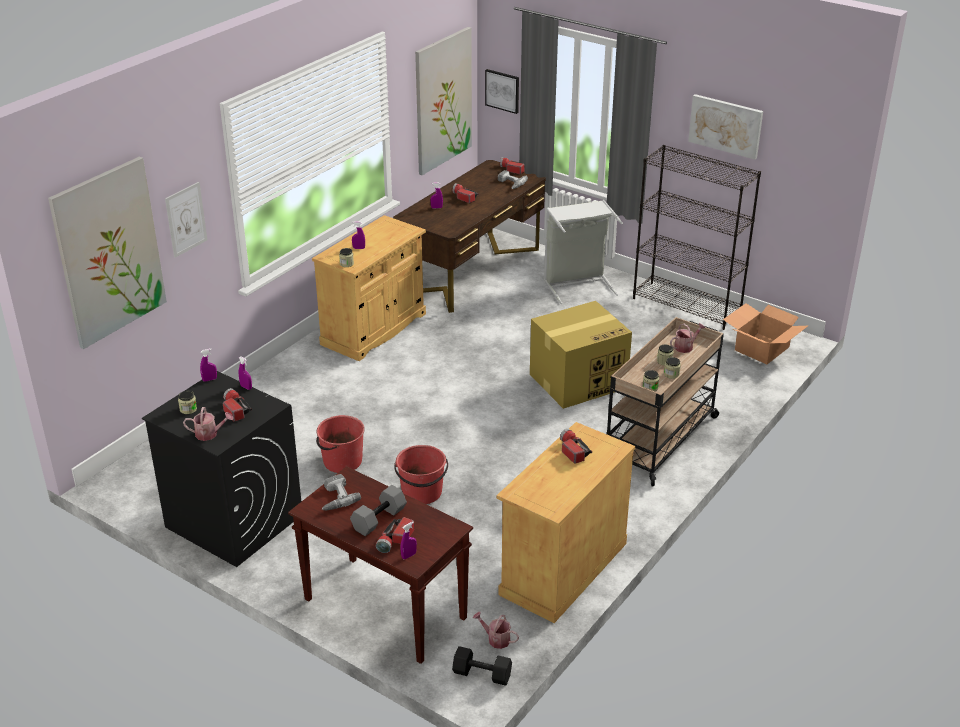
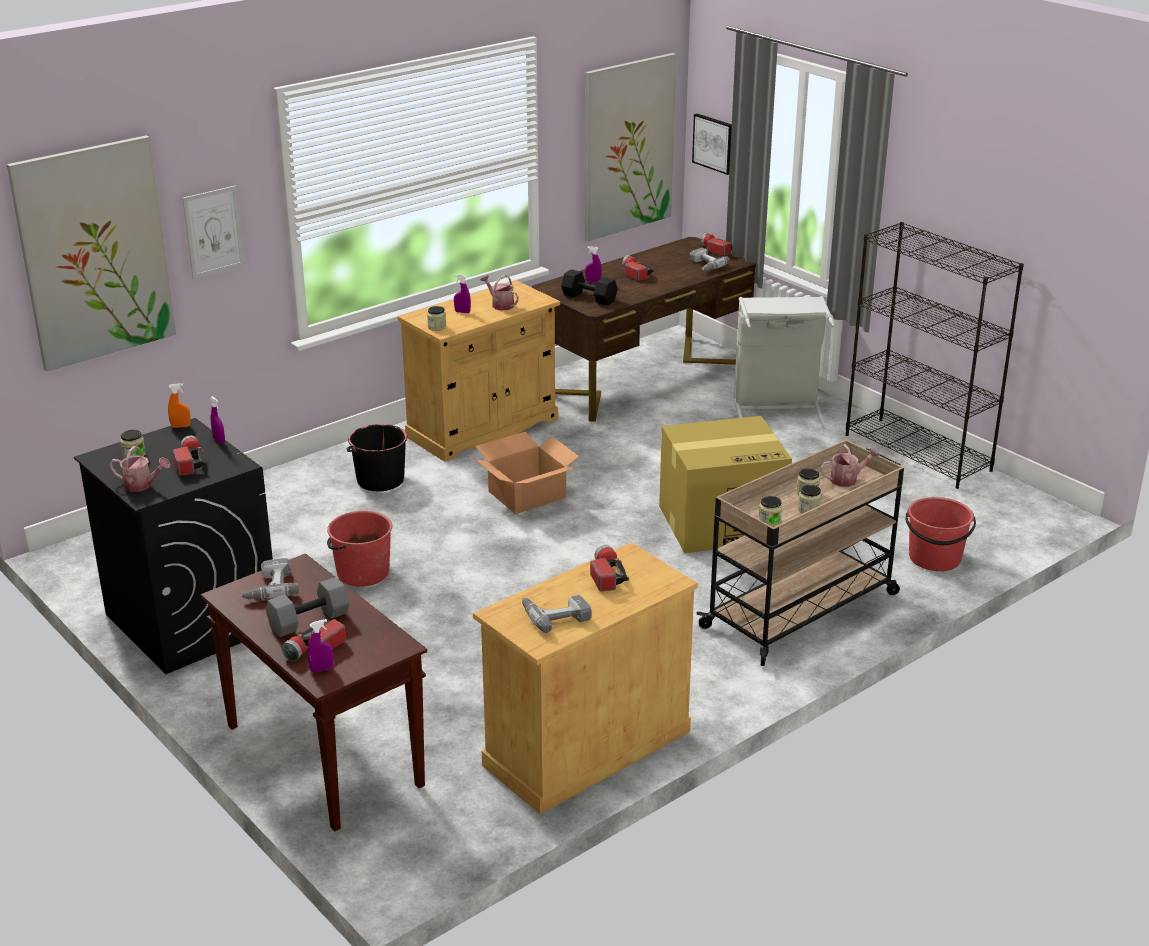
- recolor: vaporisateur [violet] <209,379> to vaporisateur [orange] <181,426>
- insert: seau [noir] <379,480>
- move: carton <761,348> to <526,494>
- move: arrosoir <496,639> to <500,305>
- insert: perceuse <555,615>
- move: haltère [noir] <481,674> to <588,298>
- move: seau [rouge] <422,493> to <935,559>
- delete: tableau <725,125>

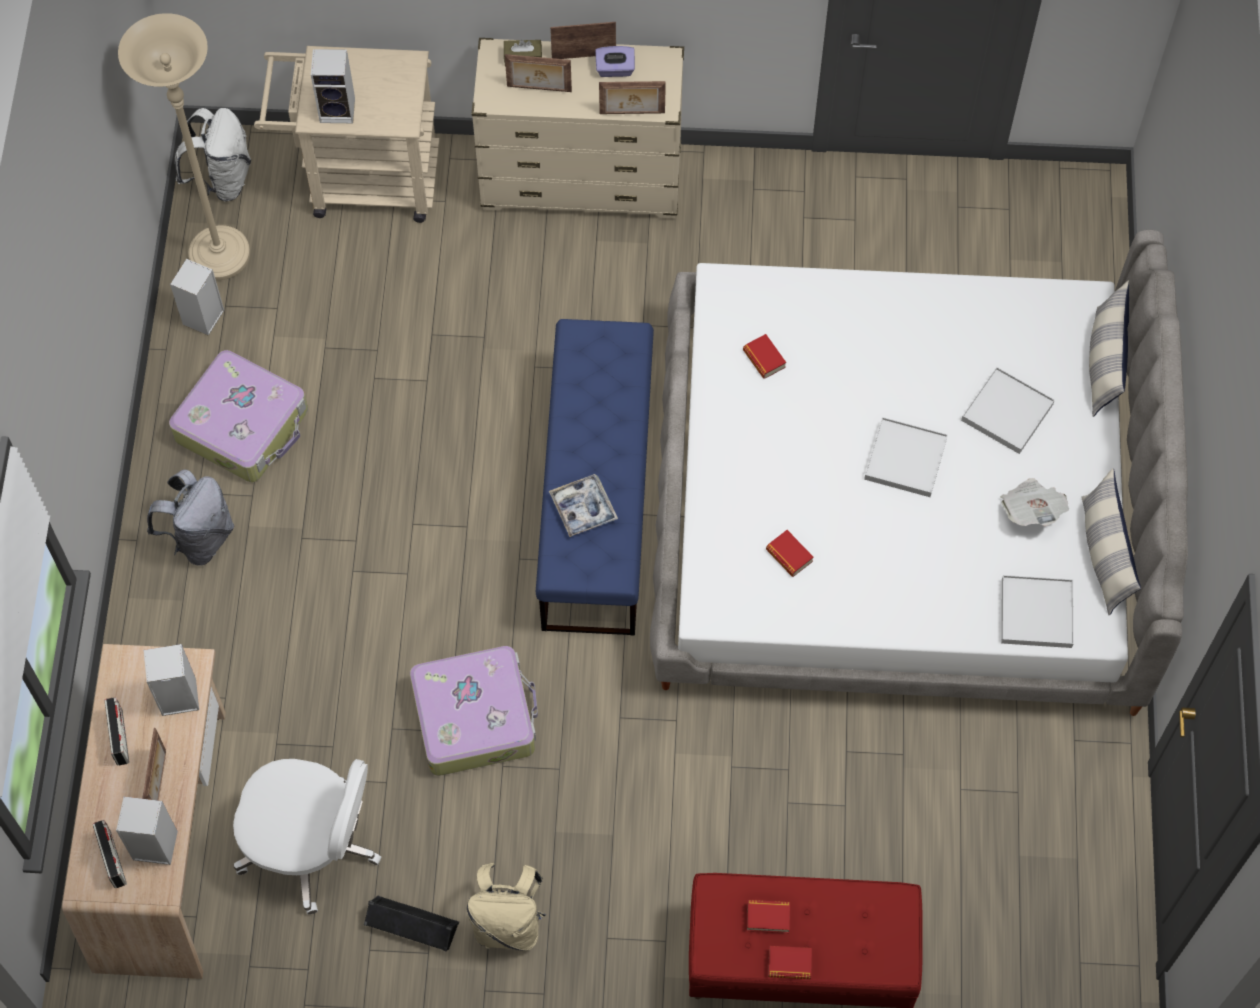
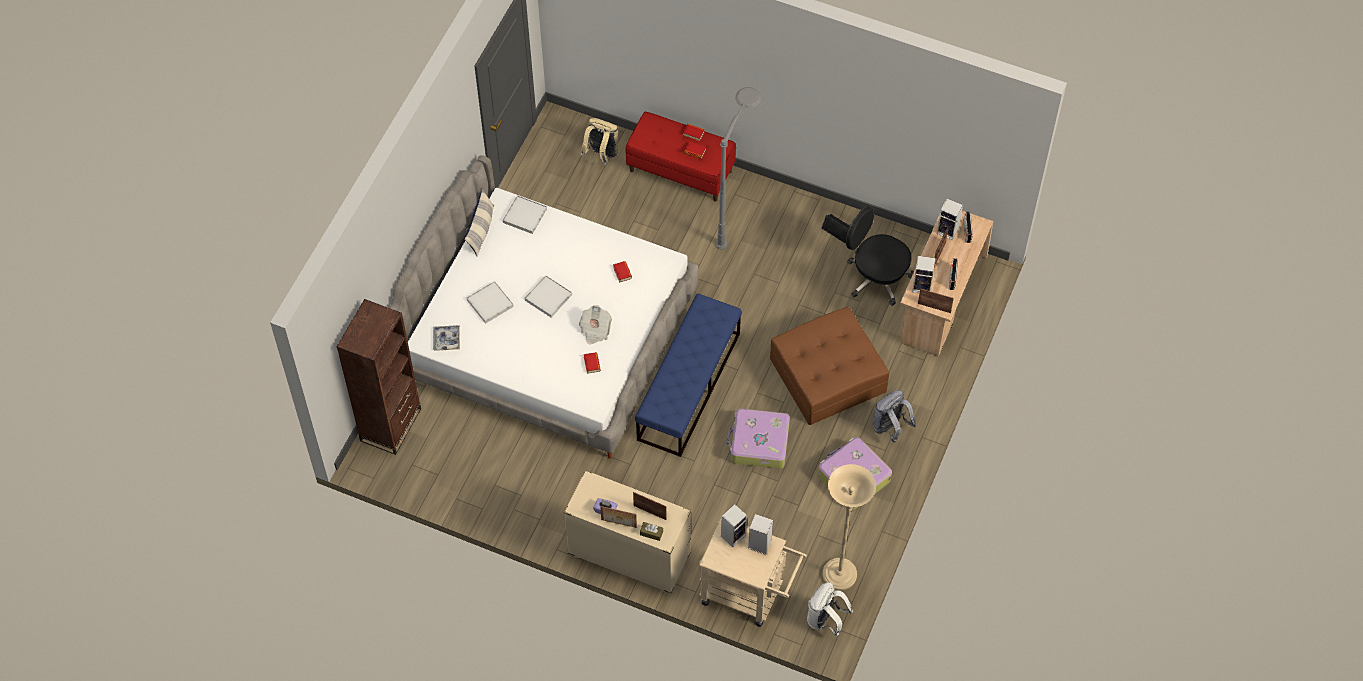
- insert: bibliothèque [marron] <391,425>
- move: plateau <583,508> to <446,340>
- move: journal <1031,510> to <595,330>
- move: sac à dos [beige] <508,923> to <601,154>
- insert: lampadaire [gris] <737,216>
- move: enceinte <203,319> to <733,535>
- move: valise <475,716> to <758,443>
- insert: pouf [marron] <827,374>
- recolor: chaise de bureau [blanc] <311,845> to chaise de bureau [noir] <876,277>
- move: cadre photo <632,114> to <934,307>
- delete: coussin <1104,362>

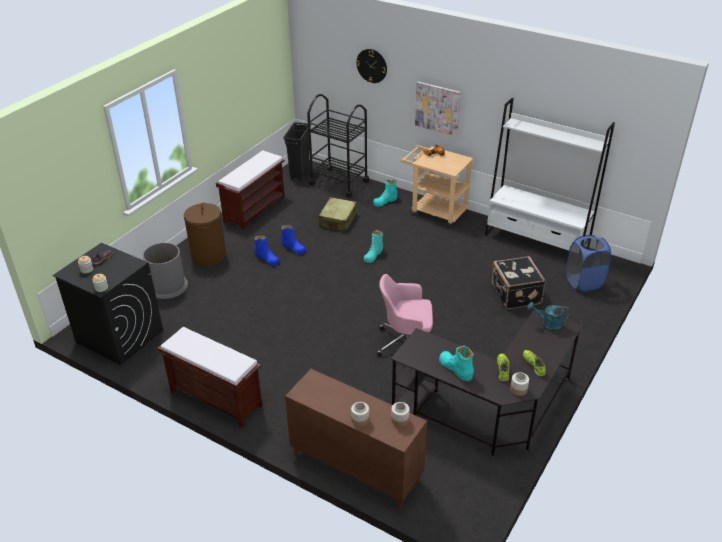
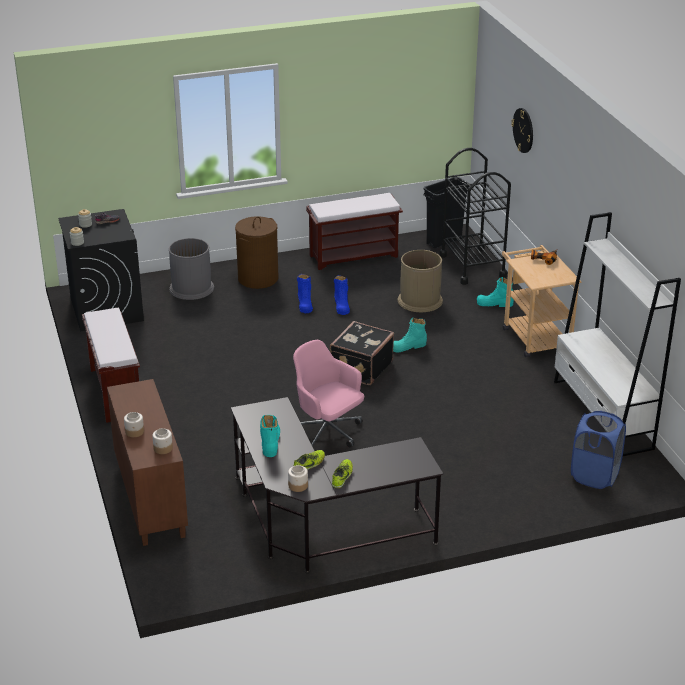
- move: valise [noir] <515,294> to <360,368>
- replace: valise [beige] <338,220> to poubelle [marron] <420,300>
- delete: tableau <437,108>
- delete: arrosoir [turquoise] <548,325>

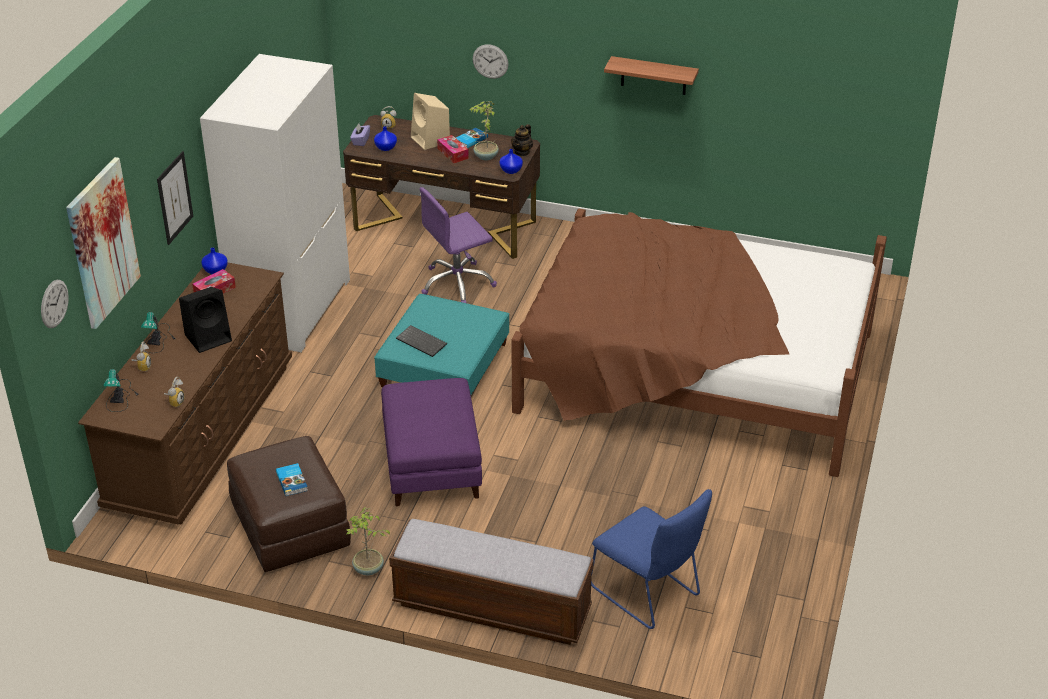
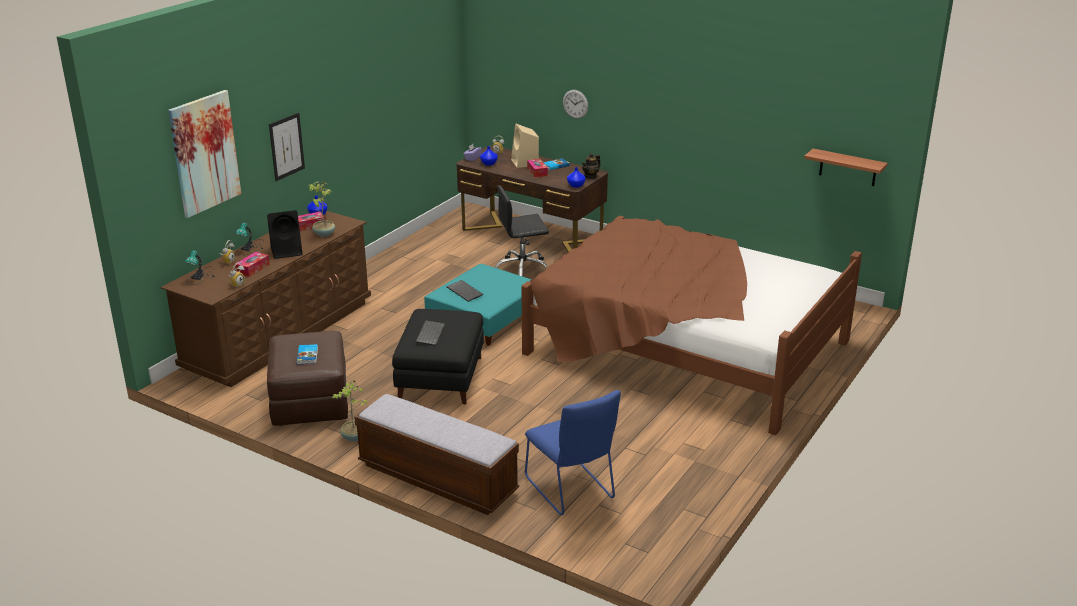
- insert: boîte à mouchoirs <253,269>
- move: plante en pot <485,157> to <323,234>
- recolor: pouf [violet] <431,465> to pouf [noir] <440,378>
- insert: clavier <429,334>
- recolor: chaise de bureau [violet] <457,283> to chaise de bureau [noir] <522,270>
- move: étagère <653,76> to <848,167>
- delete: horloge murale <54,303>
- delete: armoire [blanc] <291,308>

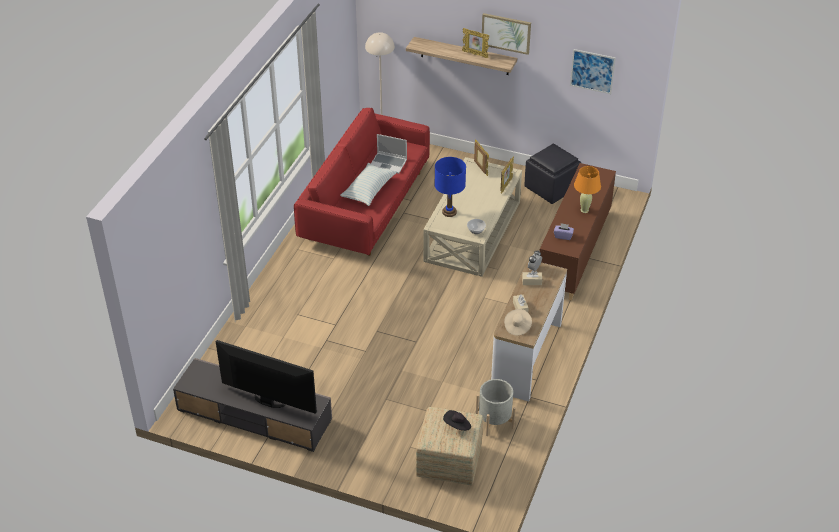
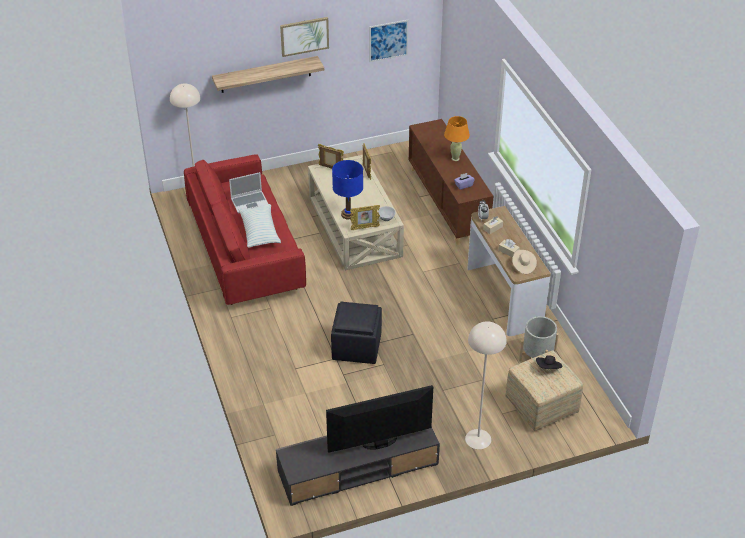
- move: pouf [noir] <551,188> to <357,348>
- move: cadre photo <475,54> to <365,228>
- insert: lampadaire [beige] <478,439>

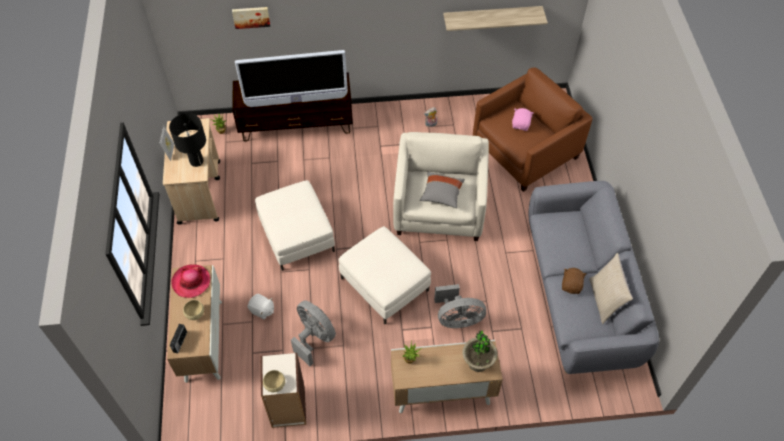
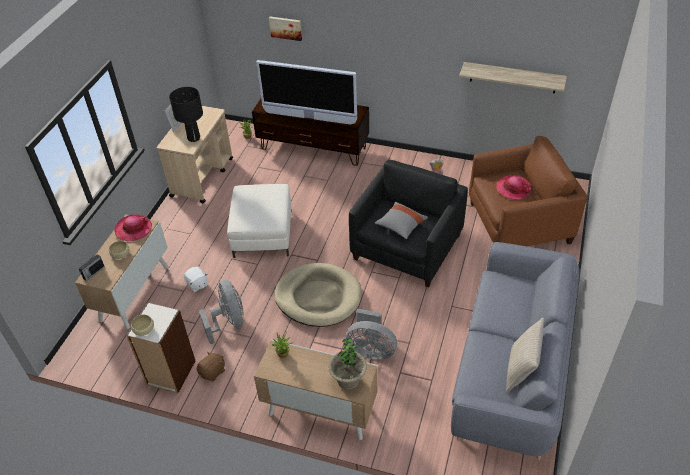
- move: peluche [marron] <571,285> to <213,372>
- replace: pouf [blanc] <384,284> to panier pour chien [beige] <318,297>
- recolor: fauteuil [beige] <439,207> to fauteuil [noir] <406,247>
- replace: peluche [rose] <521,125> to chapeau <513,188>

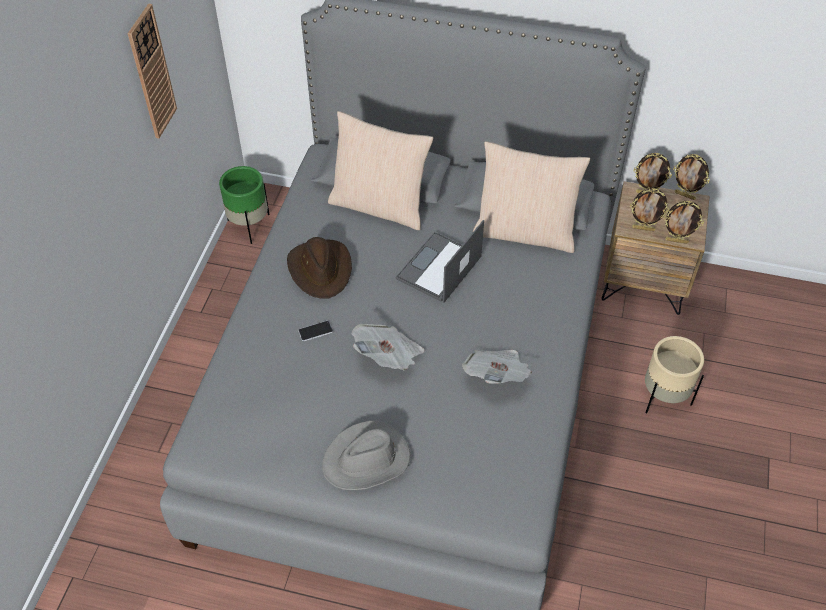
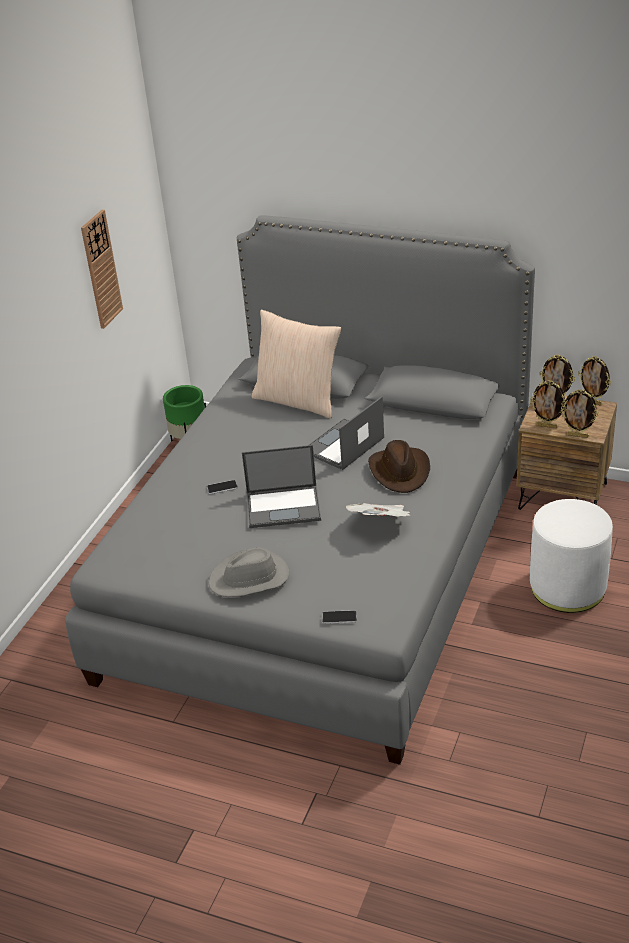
- replace: journal <389,357> to ordinateur portable <284,506>
- insert: téléphone <339,618>
- move: chapeau [marron] <321,269> to <400,471>
- replace: cache-pot [beige] <664,397> to pouf [blanc] <567,587>
- delete: coussin [beige] <525,232>

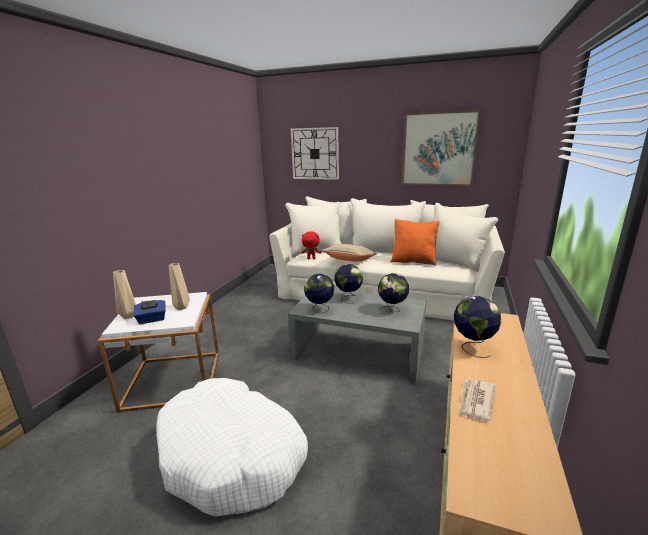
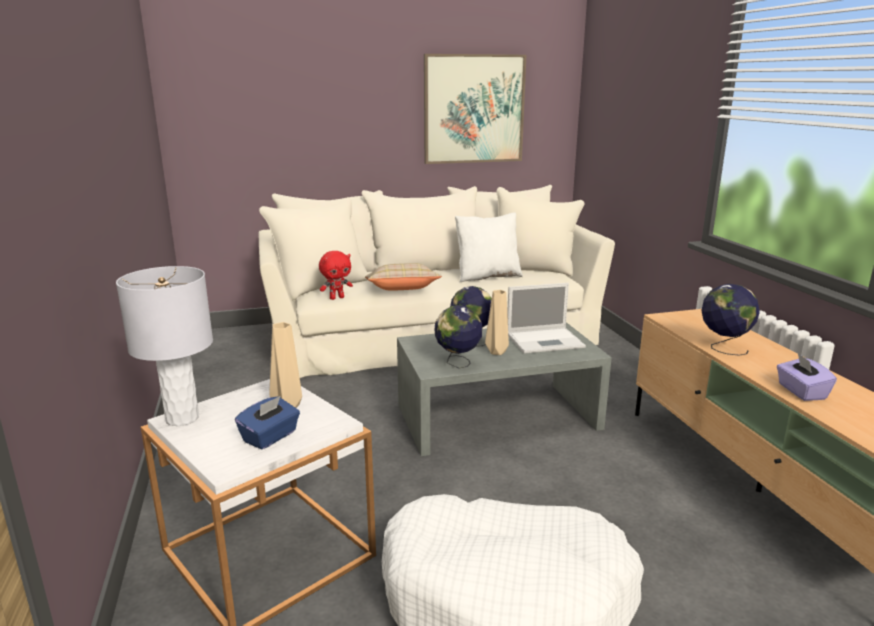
- insert: lampe de table [gris] <182,418>
- recolor: coussin [orange] <413,261> to coussin [blanc] <487,276>
- move: vase [beige] <129,316> to <496,352>
- replace: globe <392,310> to ordinateur portable <546,340>
- replace: journal <476,401> to boîte à mouchoirs [violet] <801,392>
- delete: horloge murale <315,153>

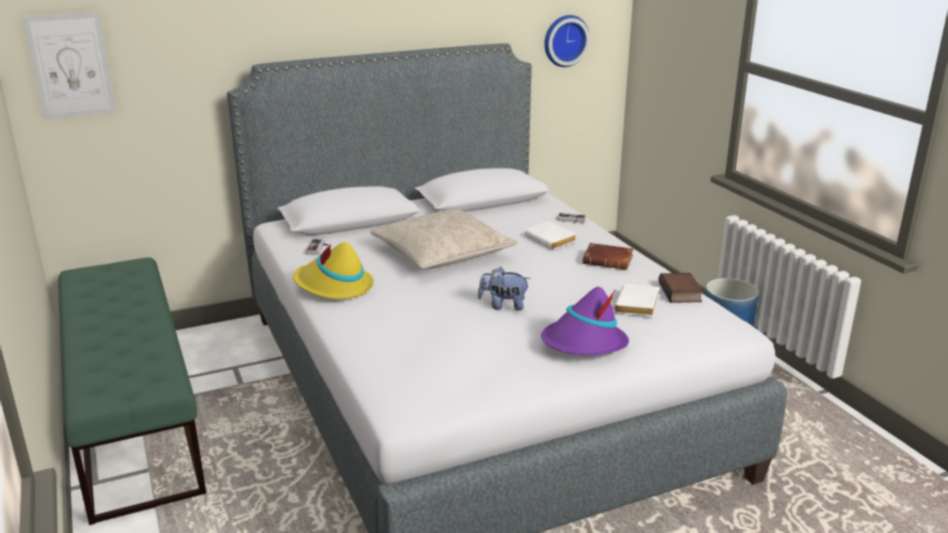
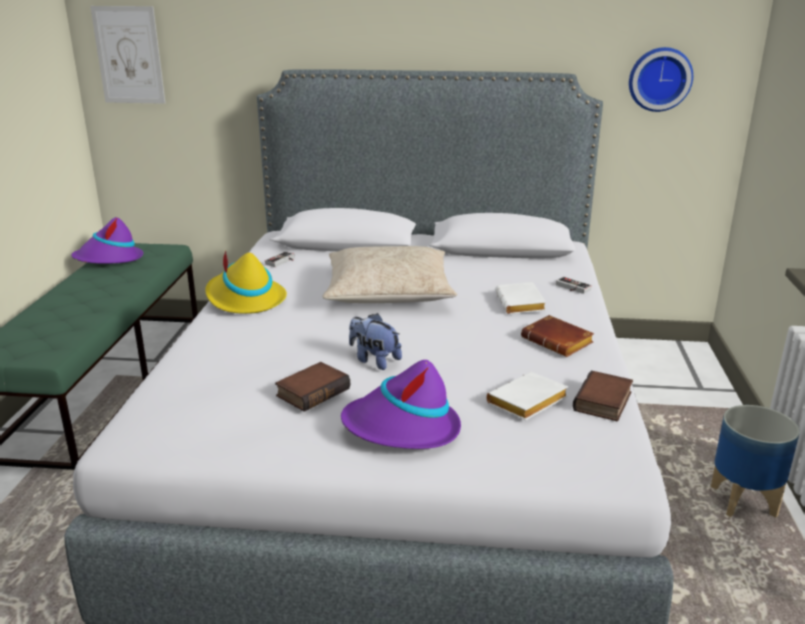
- insert: chapeau [violet] <109,260>
- insert: livre <312,391>

